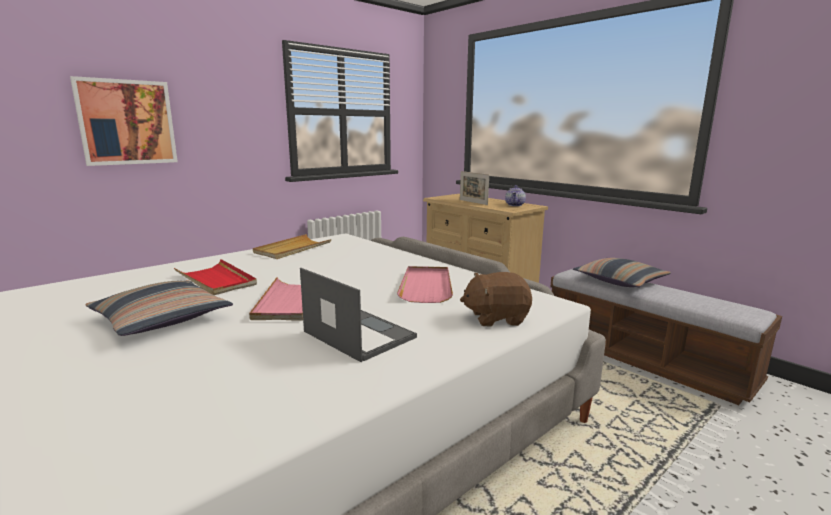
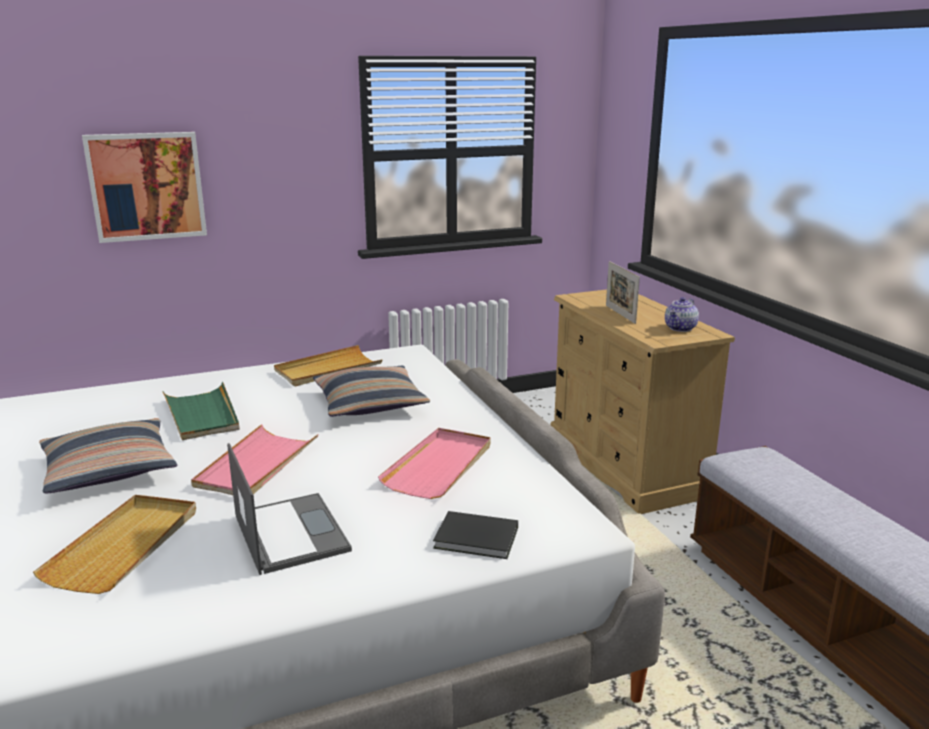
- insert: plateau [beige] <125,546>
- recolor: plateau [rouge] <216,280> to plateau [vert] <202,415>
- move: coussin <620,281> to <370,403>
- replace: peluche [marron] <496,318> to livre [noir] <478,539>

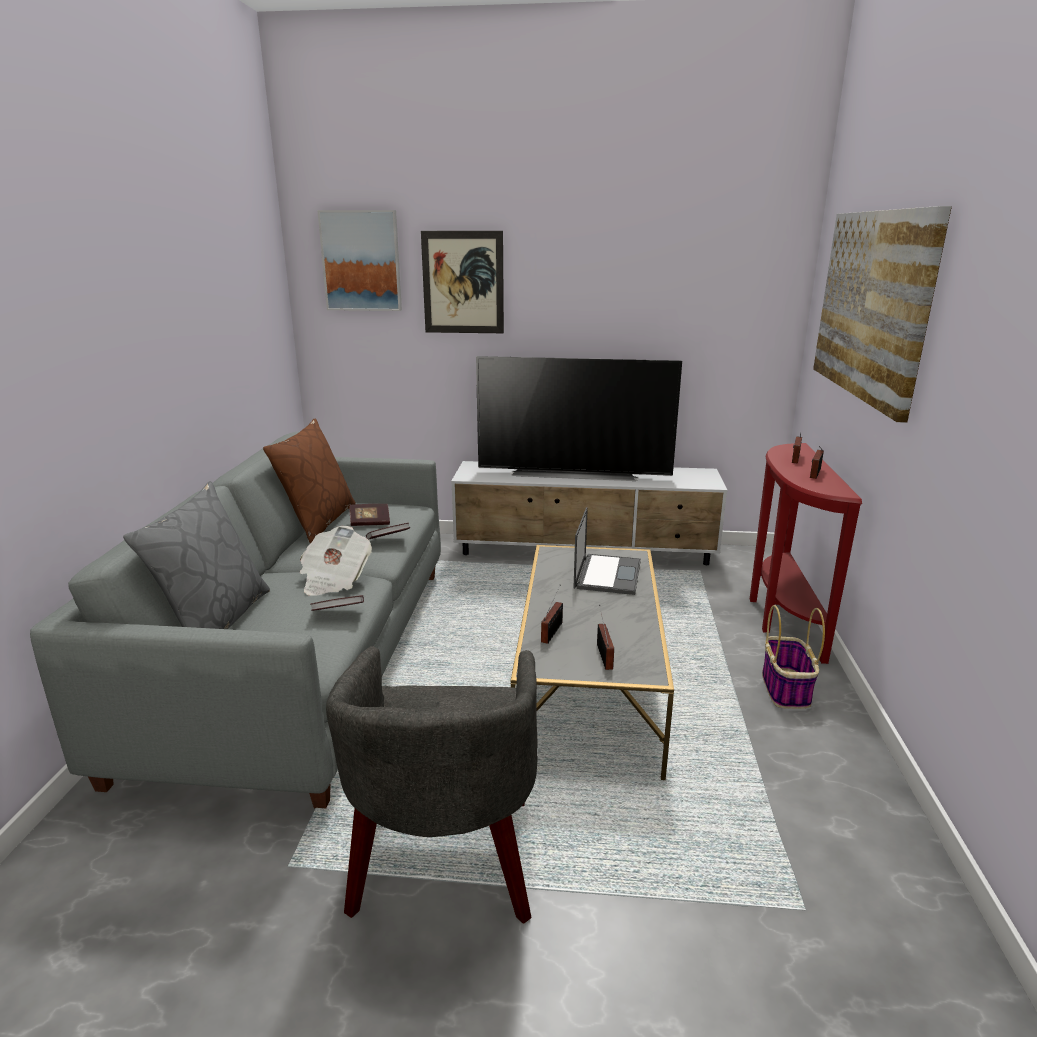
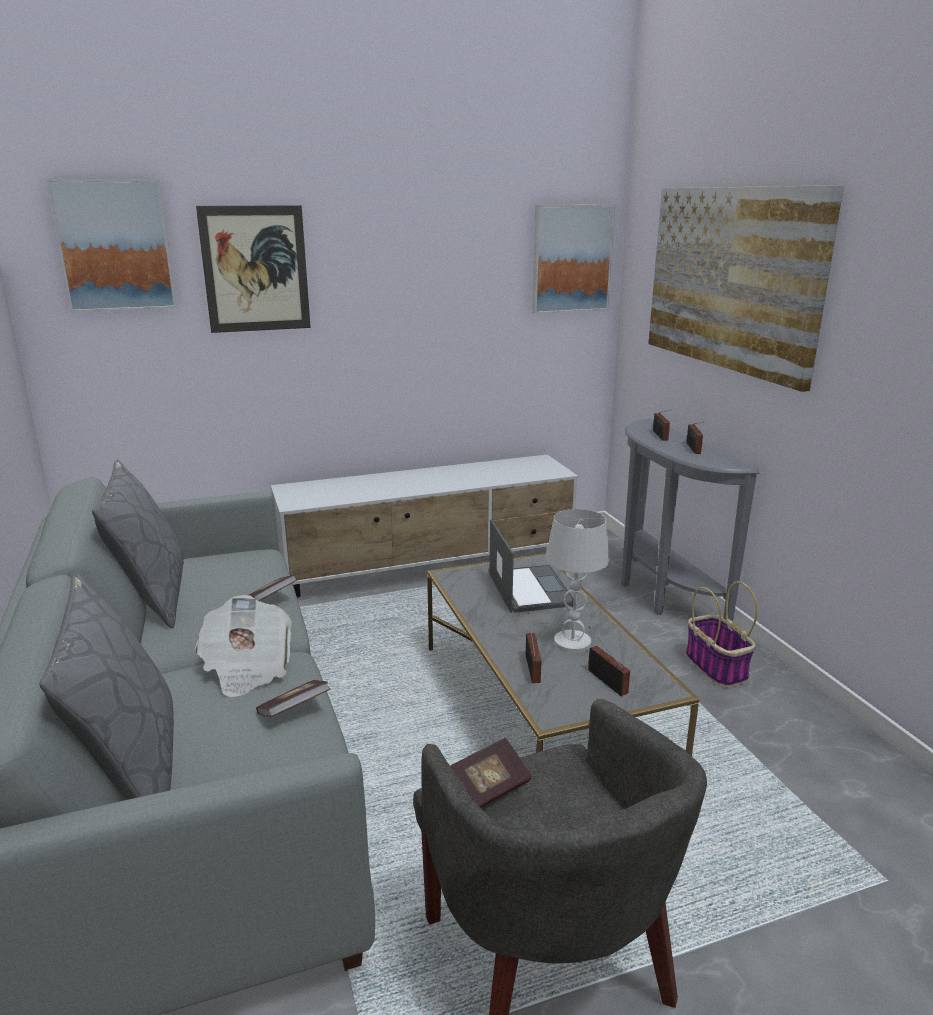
- recolor: coussin [marron] <318,522> to coussin [gris] <152,596>
- move: livre <370,523> to <490,787>
- insert: tableau <571,259>
- insert: lampe de table [blanc] <572,643>
- recolor: table console [rouge] <781,617> to table console [gris] <660,595>
- delete: téléviseur <574,473>

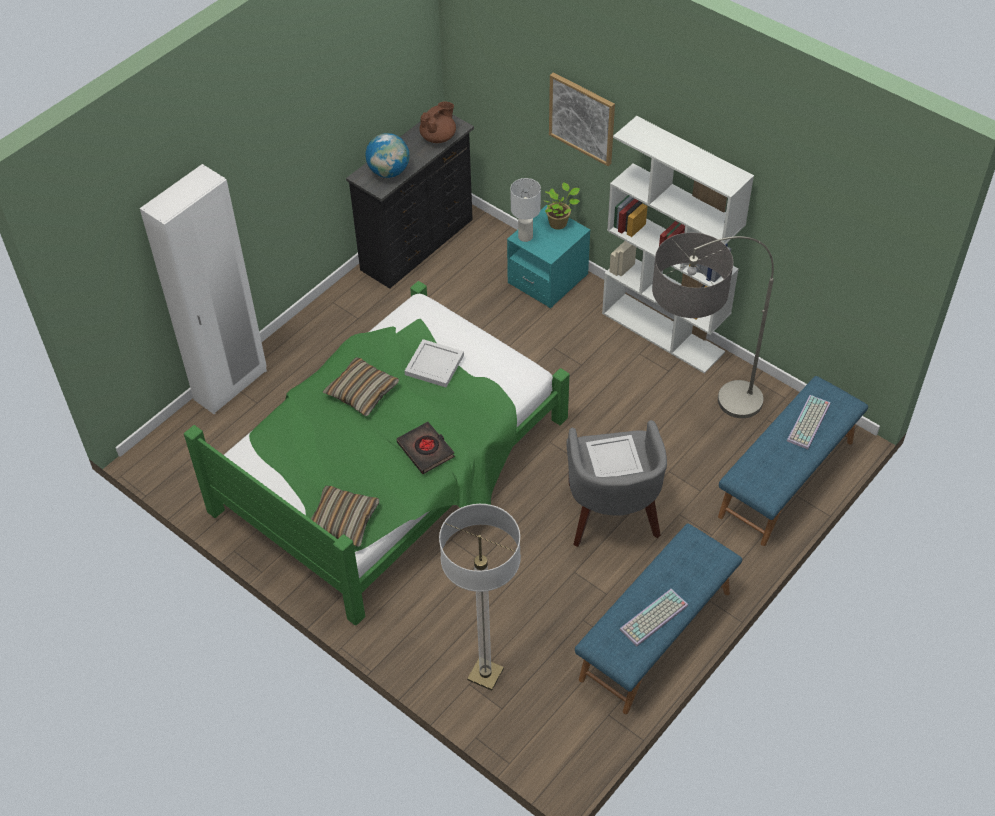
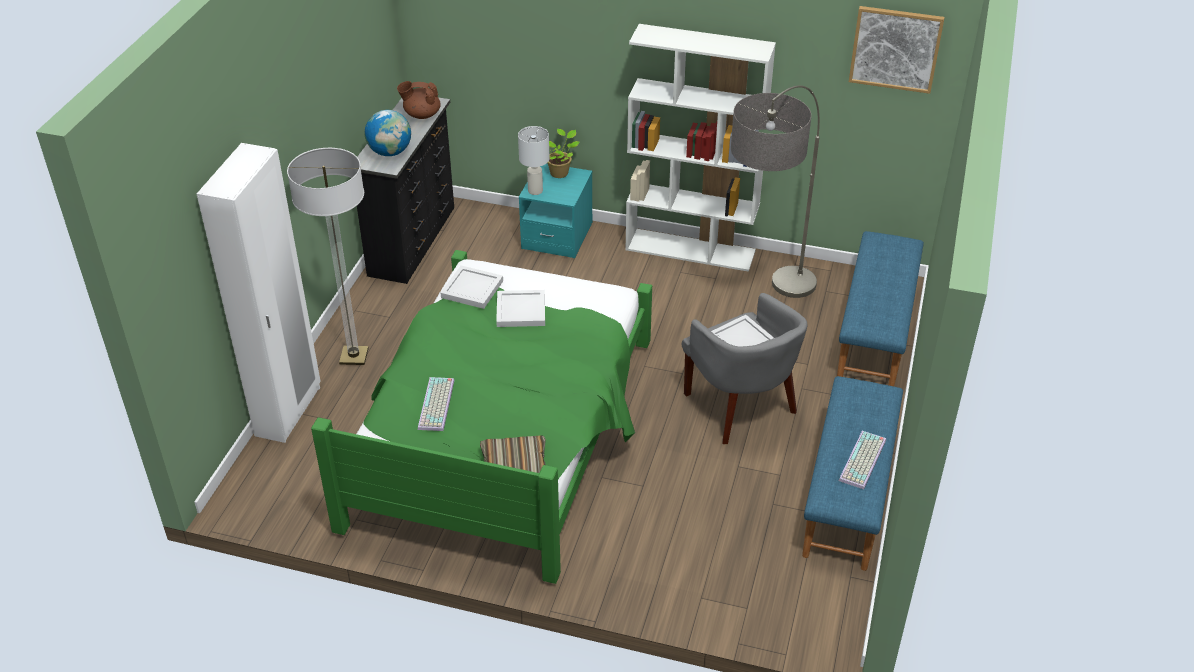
- move: lampadaire <485,674> to <354,356>
- rotate: théière [marron] <438,137> = <421,115> 105 degrees counterclockwise
- move: clavier <809,423> to <437,405>
- insert: plateau [blanc] <471,289>
- move: tableau <582,118> to <895,48>
- delete: coussin <362,392>
- delete: livre [noir] <426,450>

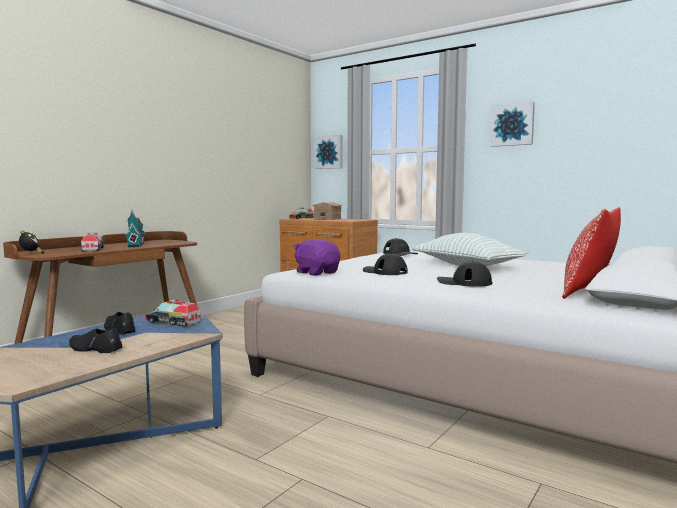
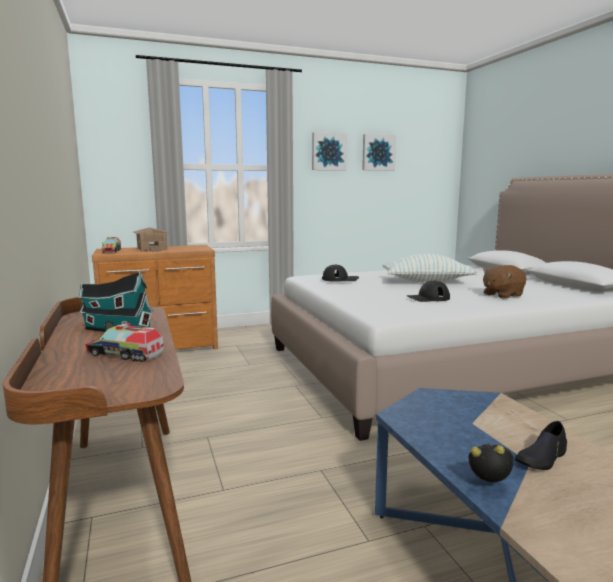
- move: tableau <329,152> to <378,152>
- move: réveil <31,254> to <490,484>
- replace: casquette [noir] <464,283> to peluche [marron] <502,295>
- delete: chaussure [noir] <119,329>
- delete: camion jouet <173,322>
- delete: peluche [violet] <317,273>
- delete: coussin <588,292>

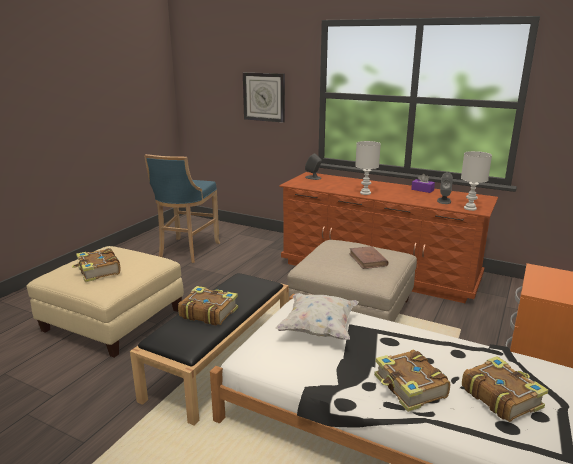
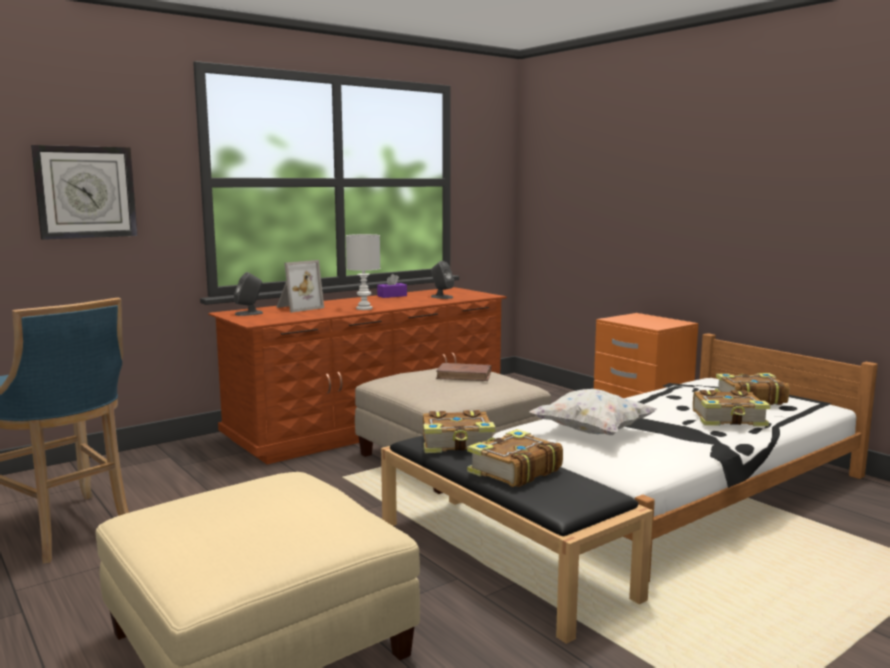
- insert: cadre photo <297,308>
- move: livre <98,271> to <458,444>
- delete: lampe de table [blanc] <469,208>

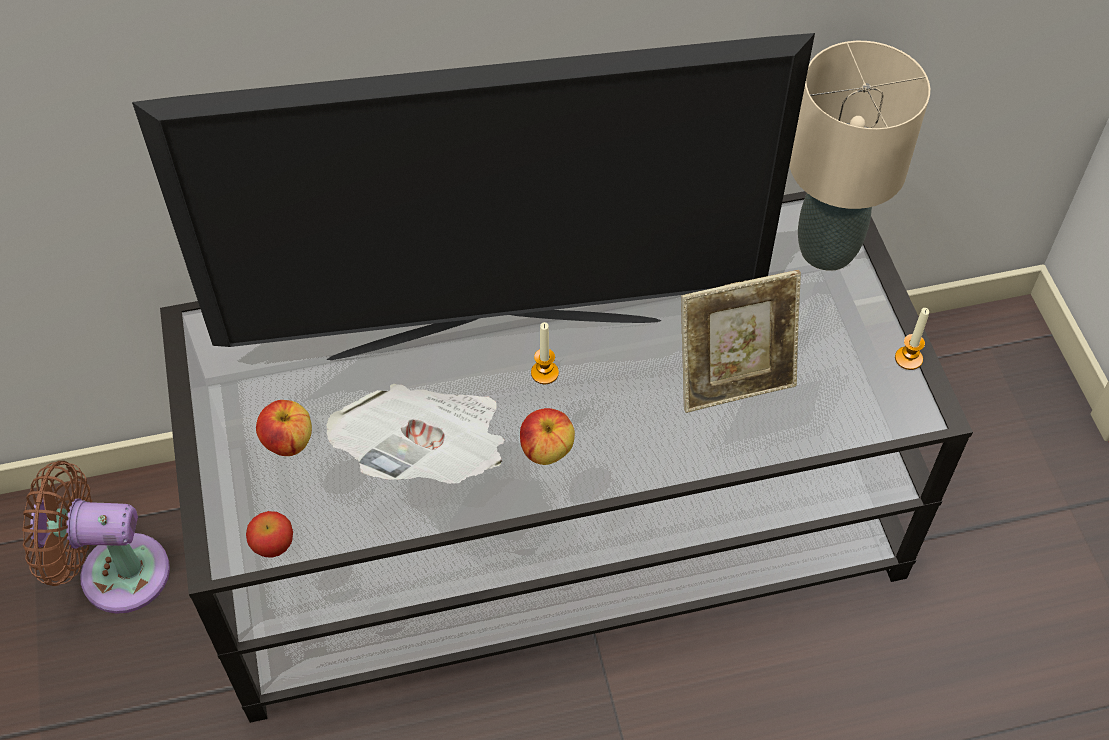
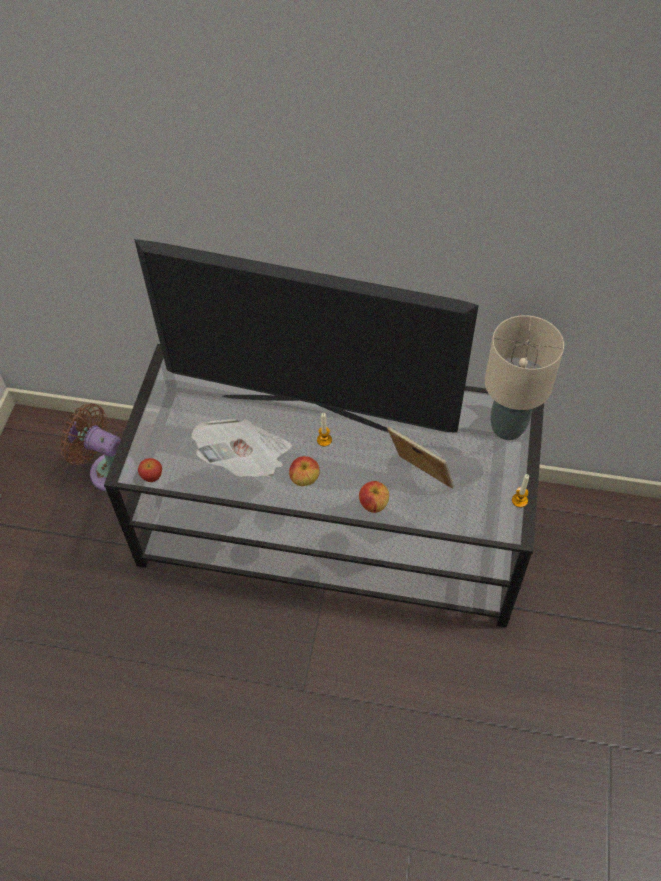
- move: pomme <288,442> to <373,504>
- rotate: cadre photo <734,381> = <419,479> 150 degrees counterclockwise

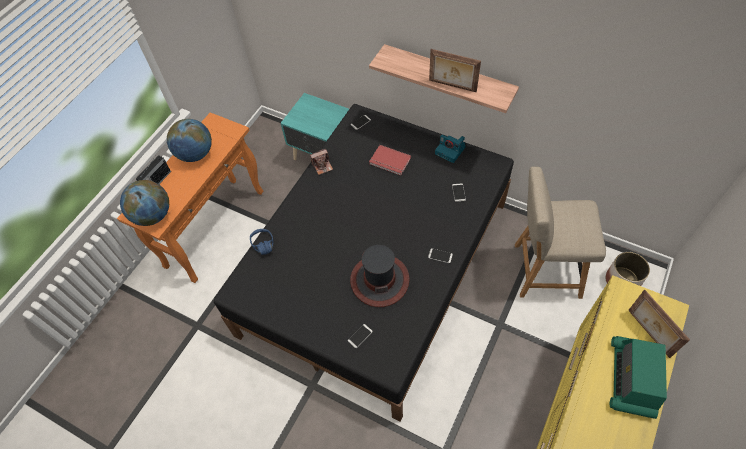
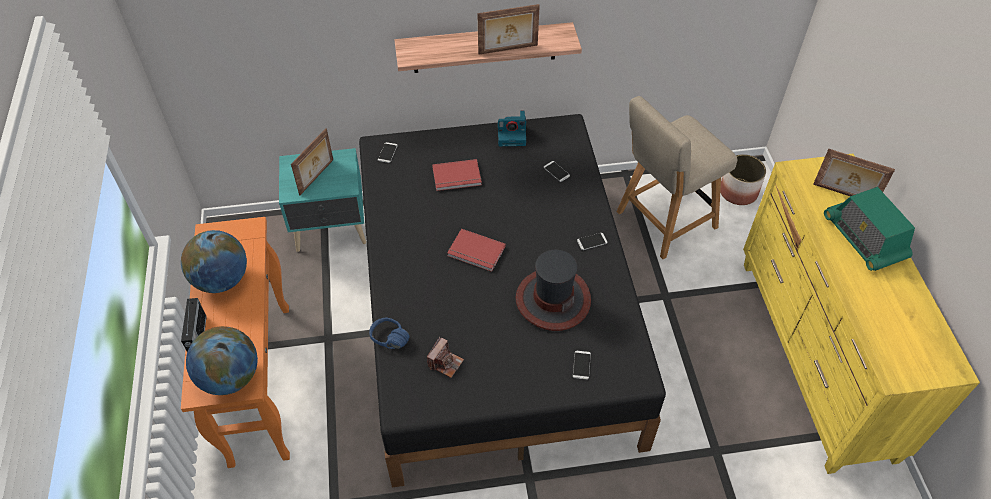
- insert: cadre photo <317,177>
- move: appareil photo <322,166> to <445,362>
- insert: livre [rouge] <476,252>

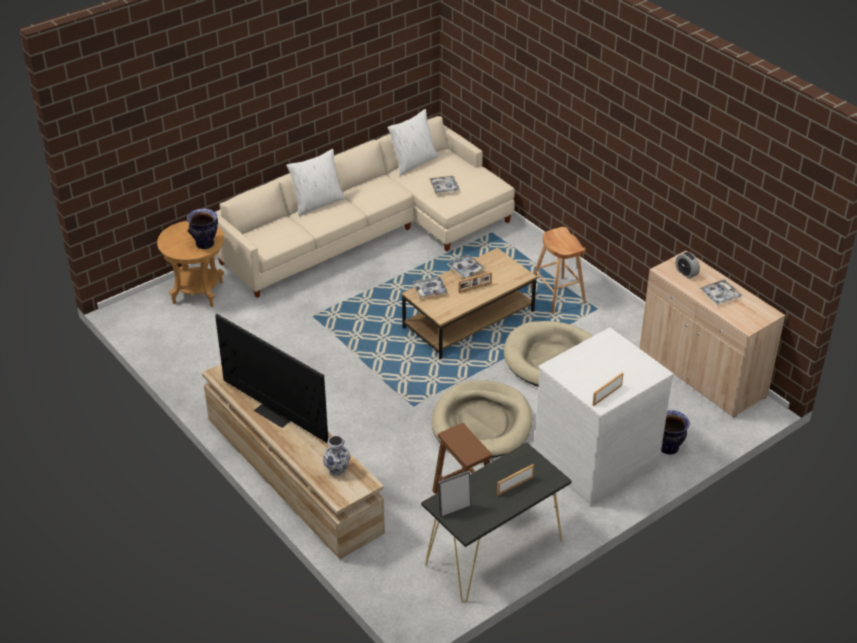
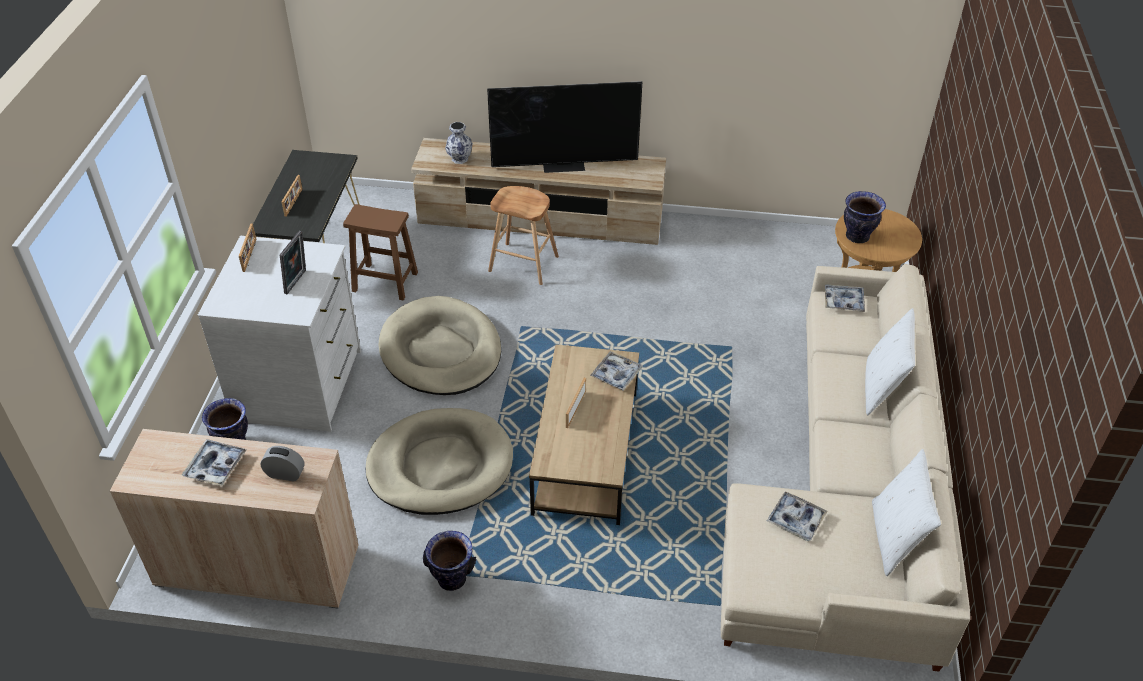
- move: cadre photo <454,509> to <297,282>
- insert: vase <452,580>
- move: tabouret [marron] <557,295> to <523,264>
- move: plateau <466,269> to <843,302>

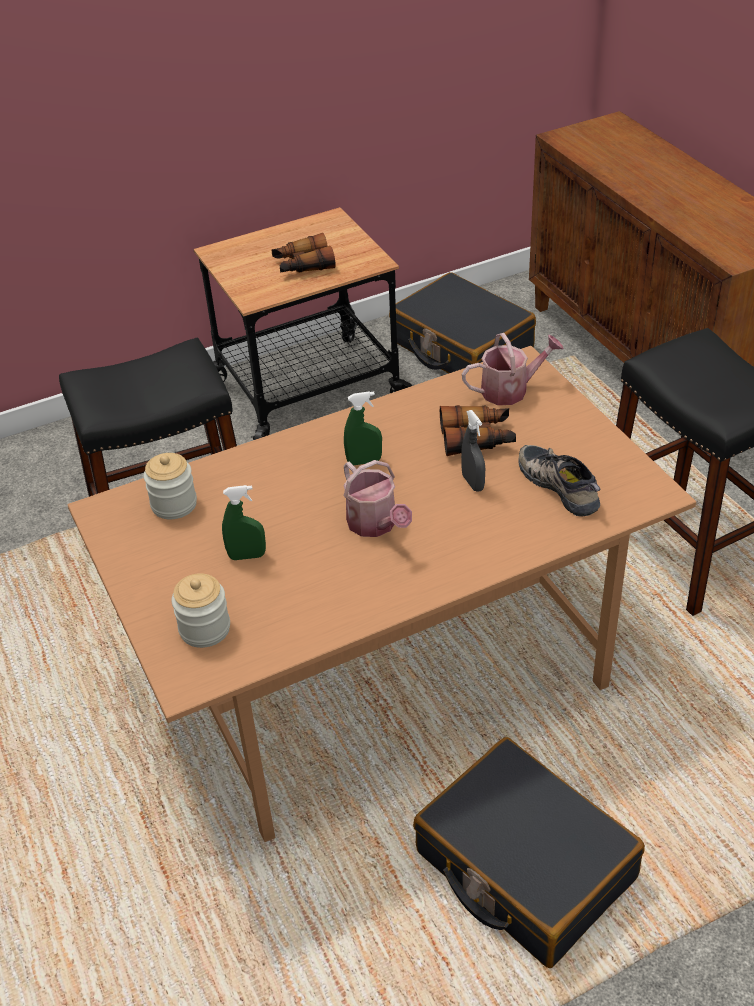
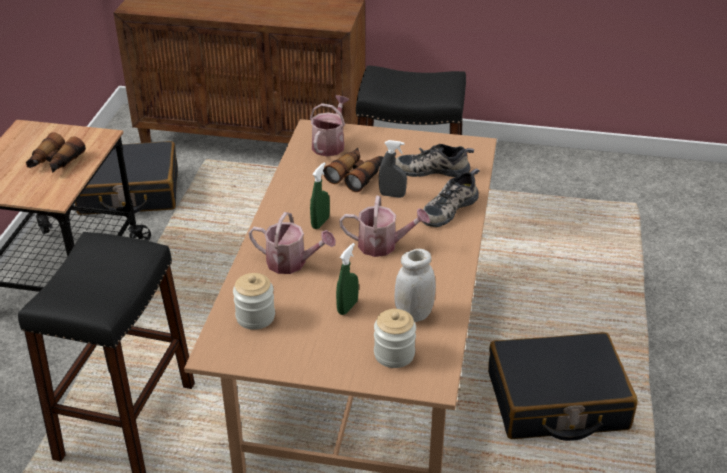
- insert: arrosoir <292,263>
- insert: bocal [blanc] <414,314>
- insert: chaussure <448,208>

